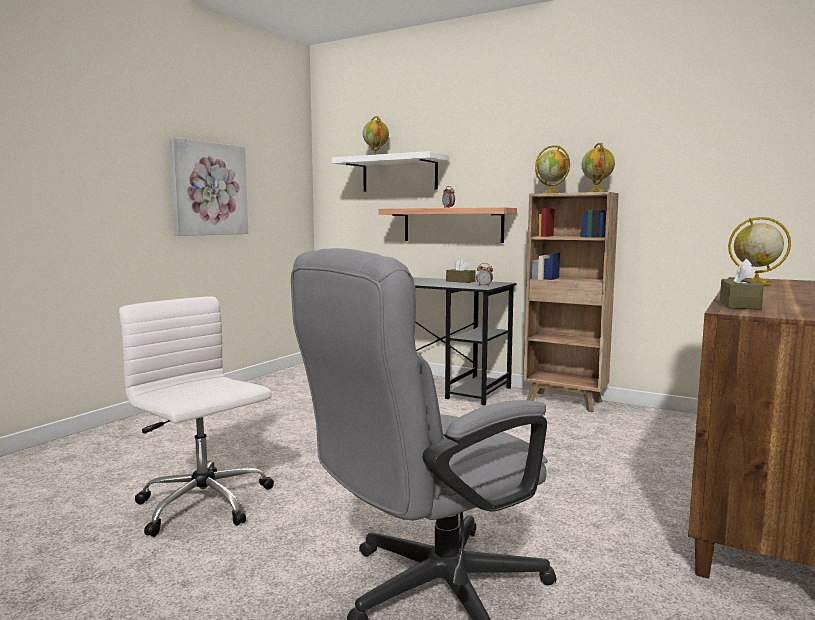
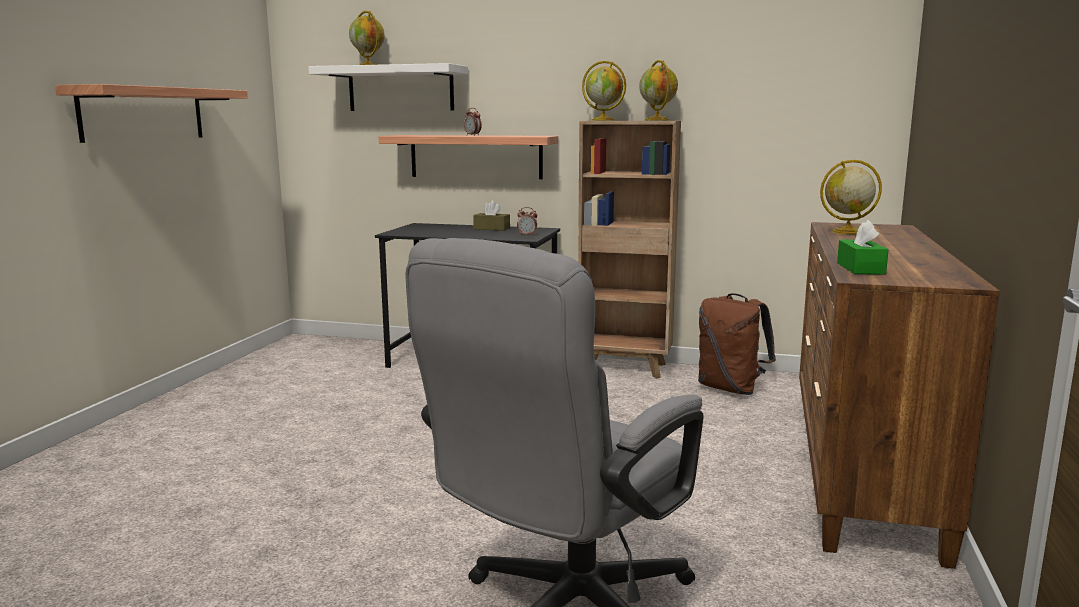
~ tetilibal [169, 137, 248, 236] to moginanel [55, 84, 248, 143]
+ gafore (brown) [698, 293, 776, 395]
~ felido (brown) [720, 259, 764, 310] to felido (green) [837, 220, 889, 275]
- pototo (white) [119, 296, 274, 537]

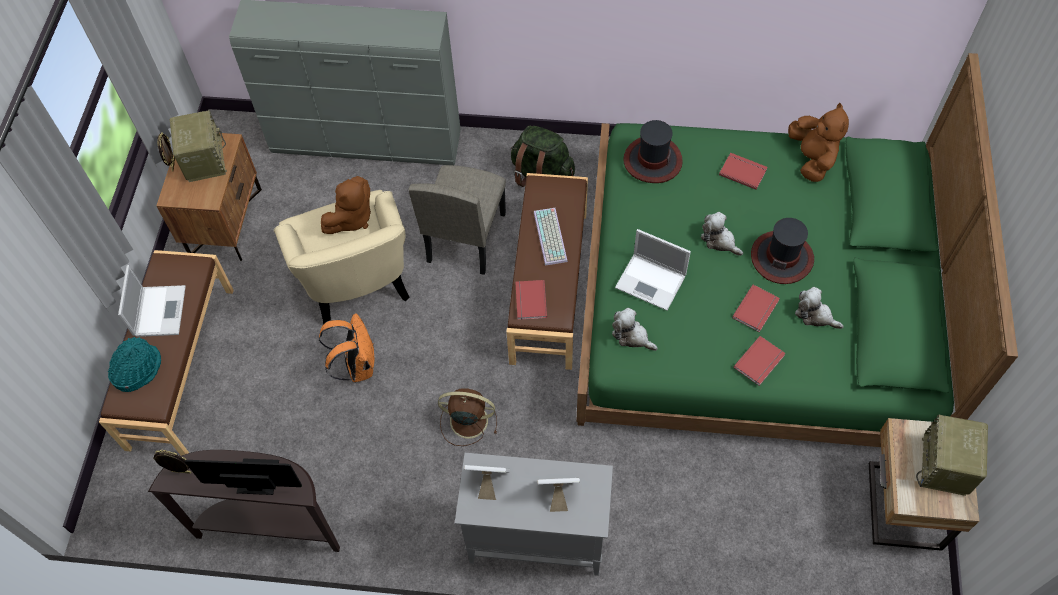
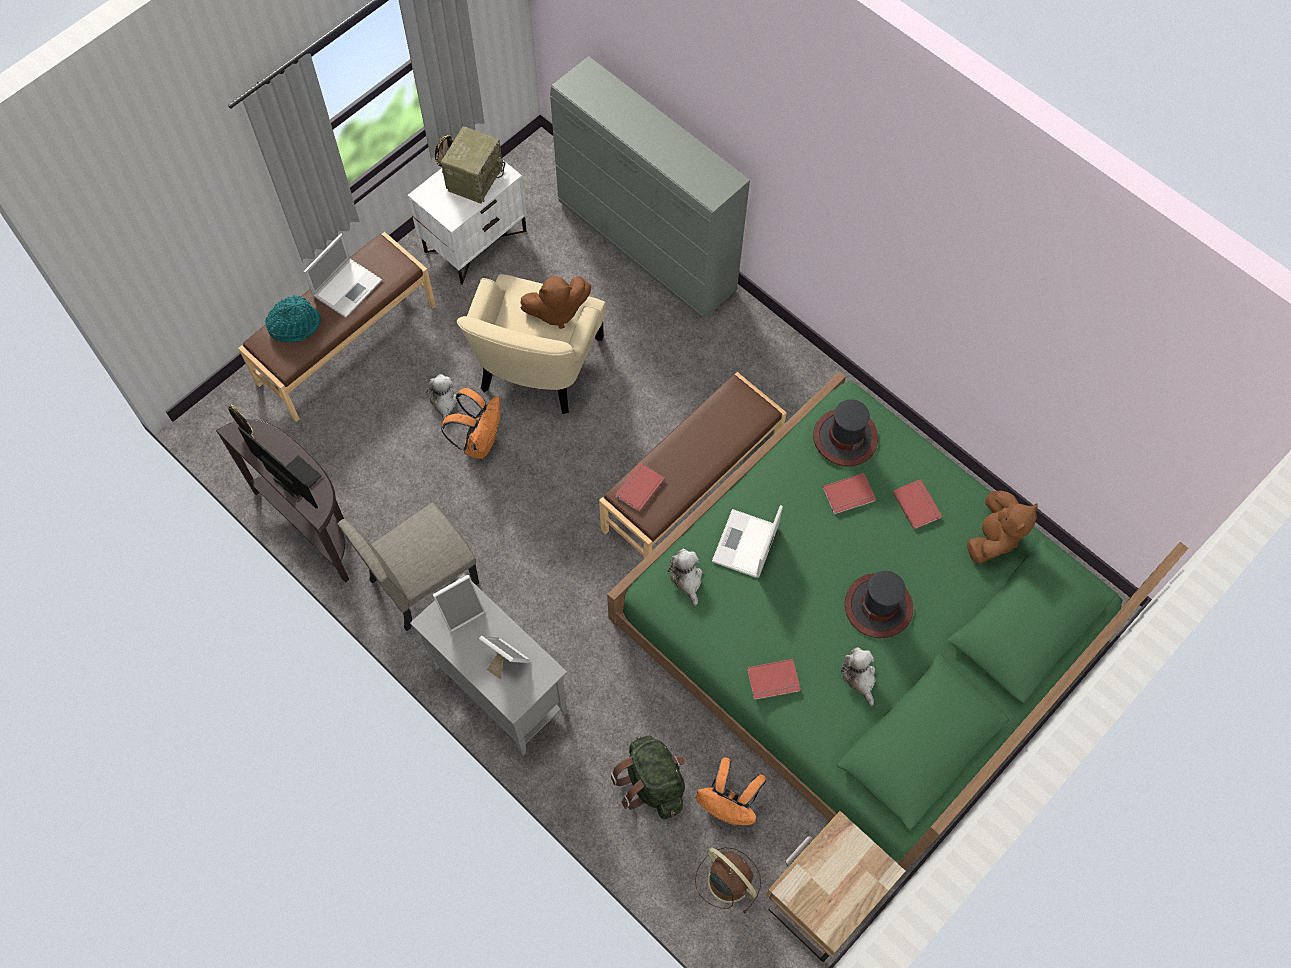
~ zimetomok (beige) [409, 165, 506, 275] to [338, 503, 479, 631]
~ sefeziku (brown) [156, 133, 262, 261] to sefeziku (white) [408, 160, 527, 285]
~ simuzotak [701, 212, 743, 256] to [426, 374, 459, 420]
~ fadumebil [464, 465, 510, 500] = [433, 575, 485, 632] 105 degrees clockwise
~ gafore (green) [511, 126, 575, 187] to [610, 736, 685, 820]
~ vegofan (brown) [438, 388, 497, 446] to [695, 847, 761, 914]
+ gafore (orange) [696, 757, 767, 826]
~ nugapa [615, 229, 691, 311] = [712, 505, 783, 578] 45 degrees clockwise
~ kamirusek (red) [732, 285, 780, 332] to [823, 473, 876, 515]
- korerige [534, 208, 568, 266]
- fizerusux [916, 414, 988, 496]

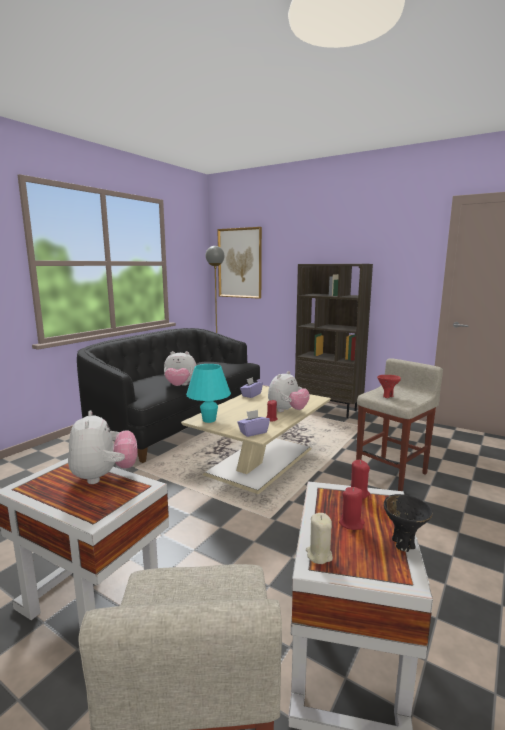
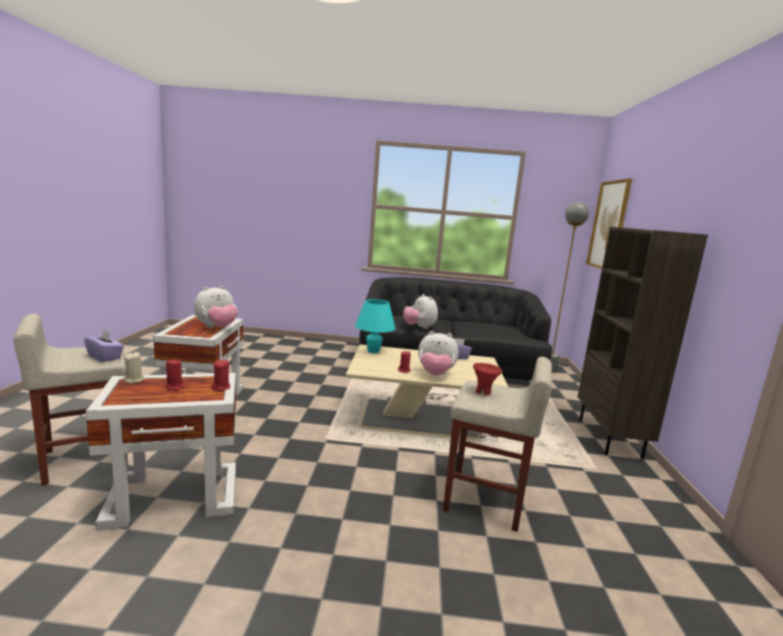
~ felido (purple) [237, 410, 270, 437] to [84, 330, 124, 362]
- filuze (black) [384, 494, 433, 552]

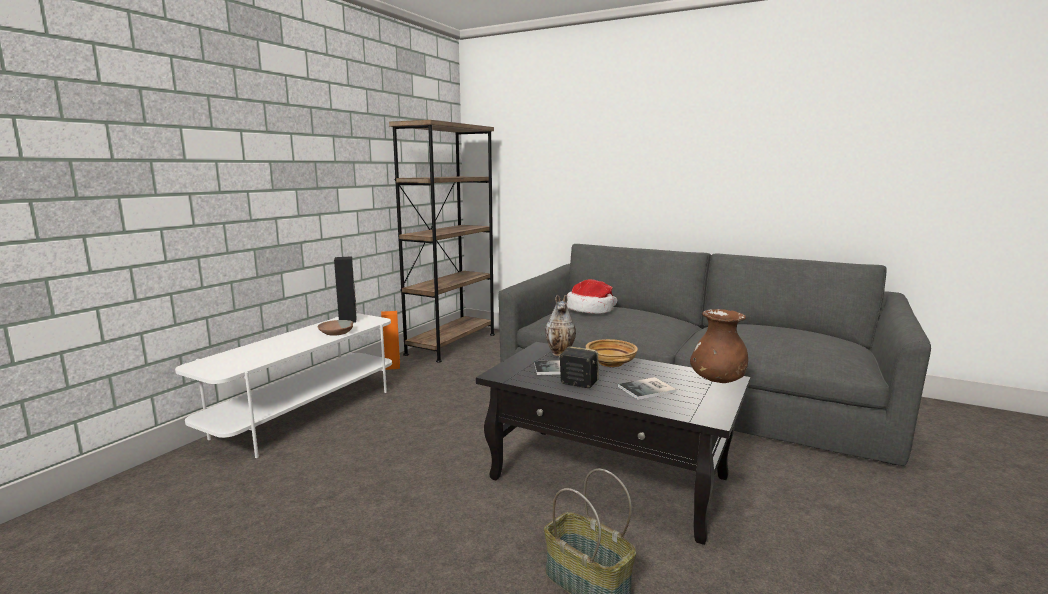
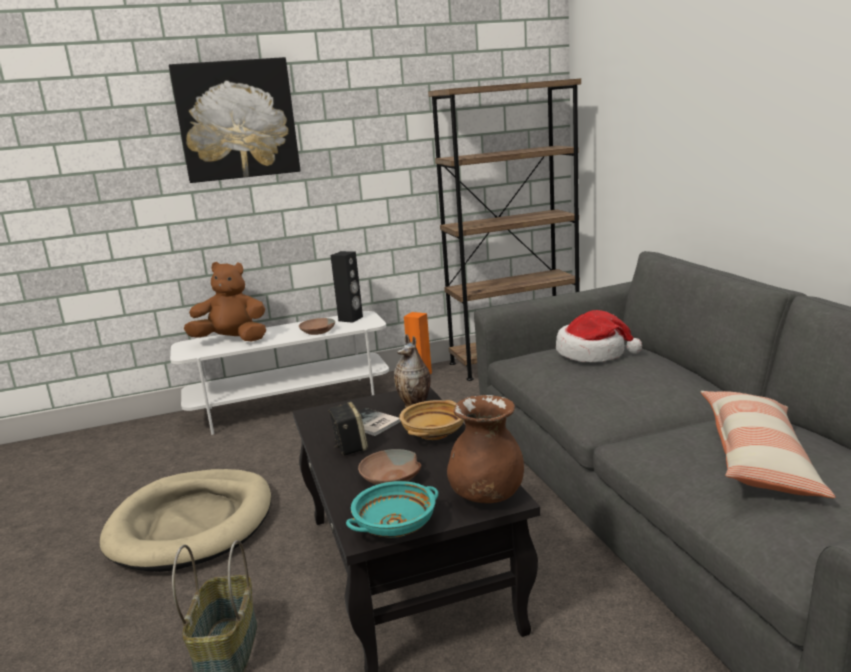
+ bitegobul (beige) [100, 469, 271, 572]
+ tetilibal [169, 57, 301, 183]
+ simuzotak (brown) [184, 262, 266, 341]
+ filuze (turquoise) [346, 481, 439, 538]
~ kamirusek [618, 377, 677, 400] to filuze (brown) [358, 449, 421, 485]
+ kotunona [701, 391, 835, 498]

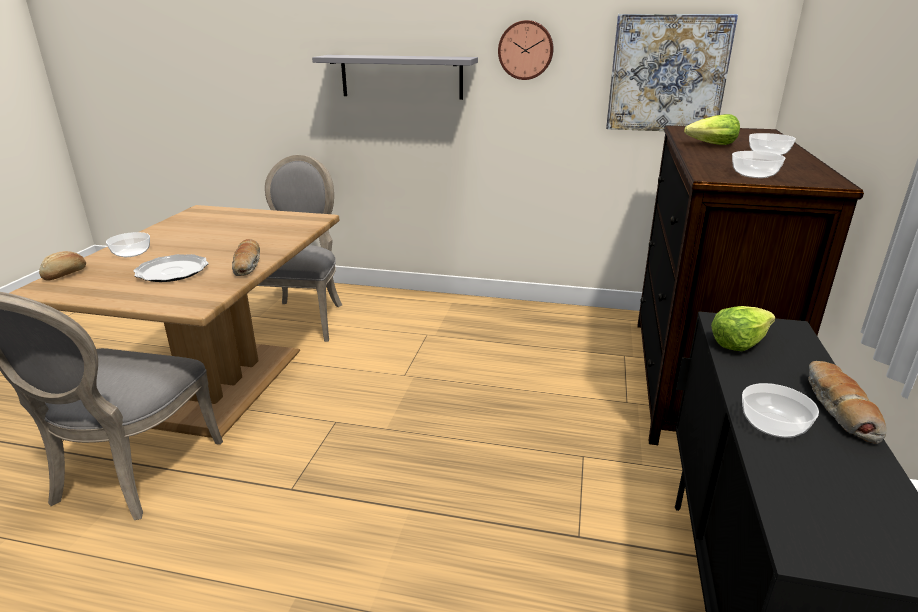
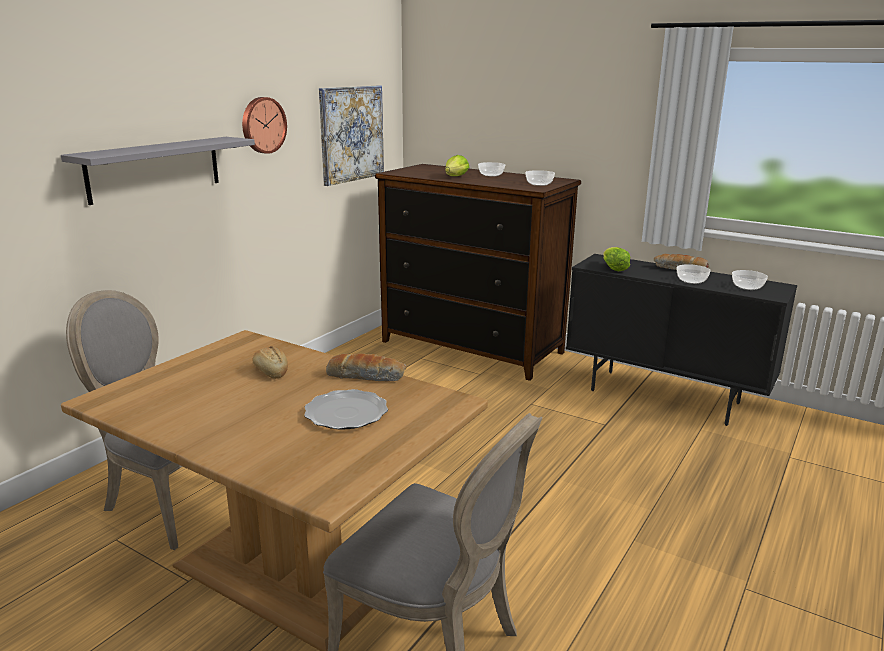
~ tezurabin [39, 251, 86, 281] to [253, 346, 288, 379]
~ filuze [106, 232, 150, 257] to [732, 270, 768, 290]

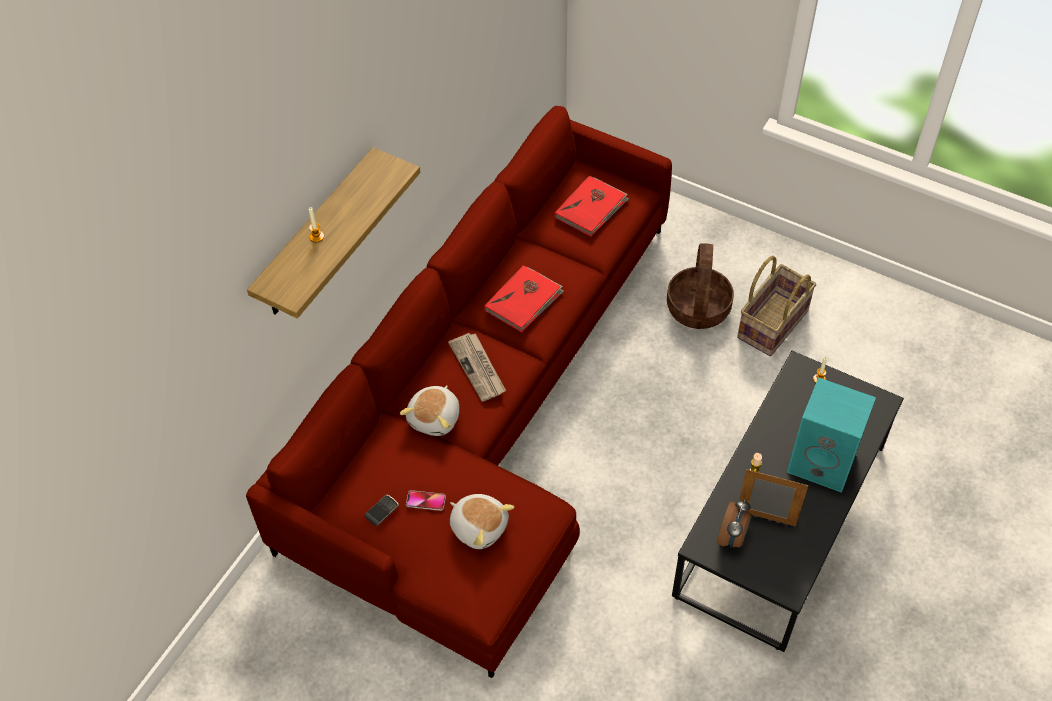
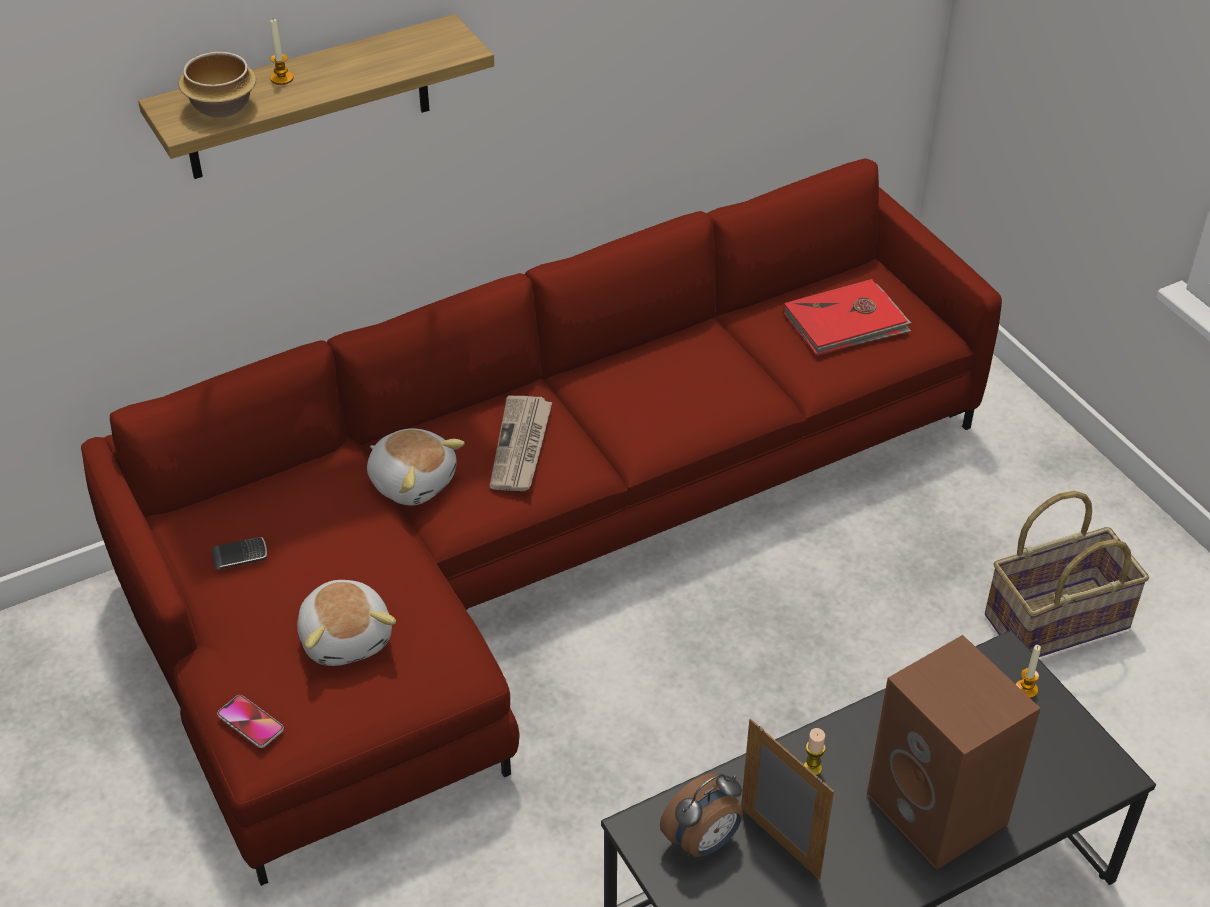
+ filuze [179, 52, 256, 118]
~ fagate [406, 490, 446, 511] to [217, 695, 284, 748]
~ simuzotak [400, 385, 459, 436] = [367, 428, 465, 506] 105 degrees counterclockwise
~ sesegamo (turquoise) [787, 377, 876, 493] to sesegamo (brown) [867, 635, 1041, 870]
- kamirusek (red) [484, 265, 564, 333]
- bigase [667, 243, 734, 329]

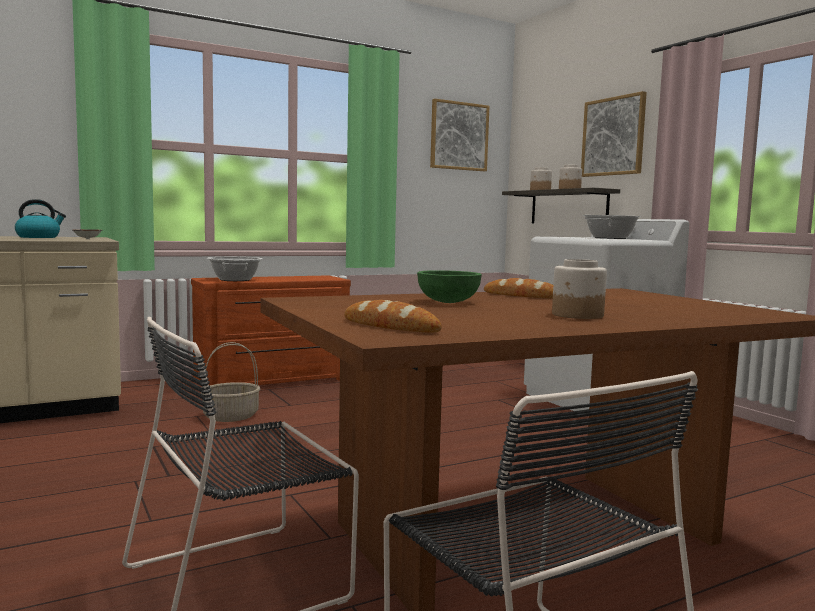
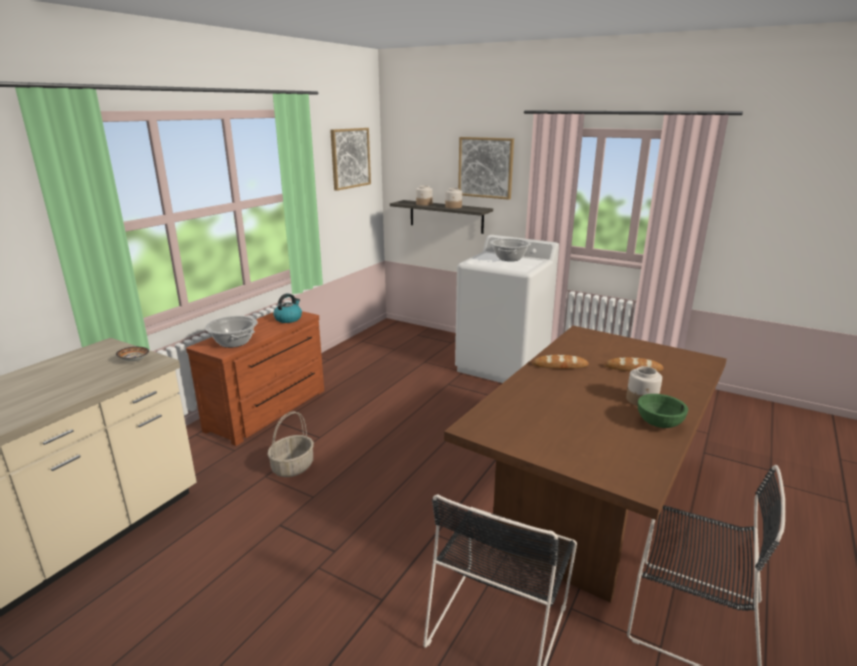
~ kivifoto [15, 199, 66, 238] to [273, 293, 302, 323]
~ tezurabin [344, 300, 442, 333] to [604, 357, 663, 372]
~ filuze (green) [417, 270, 482, 303] to [638, 394, 688, 428]

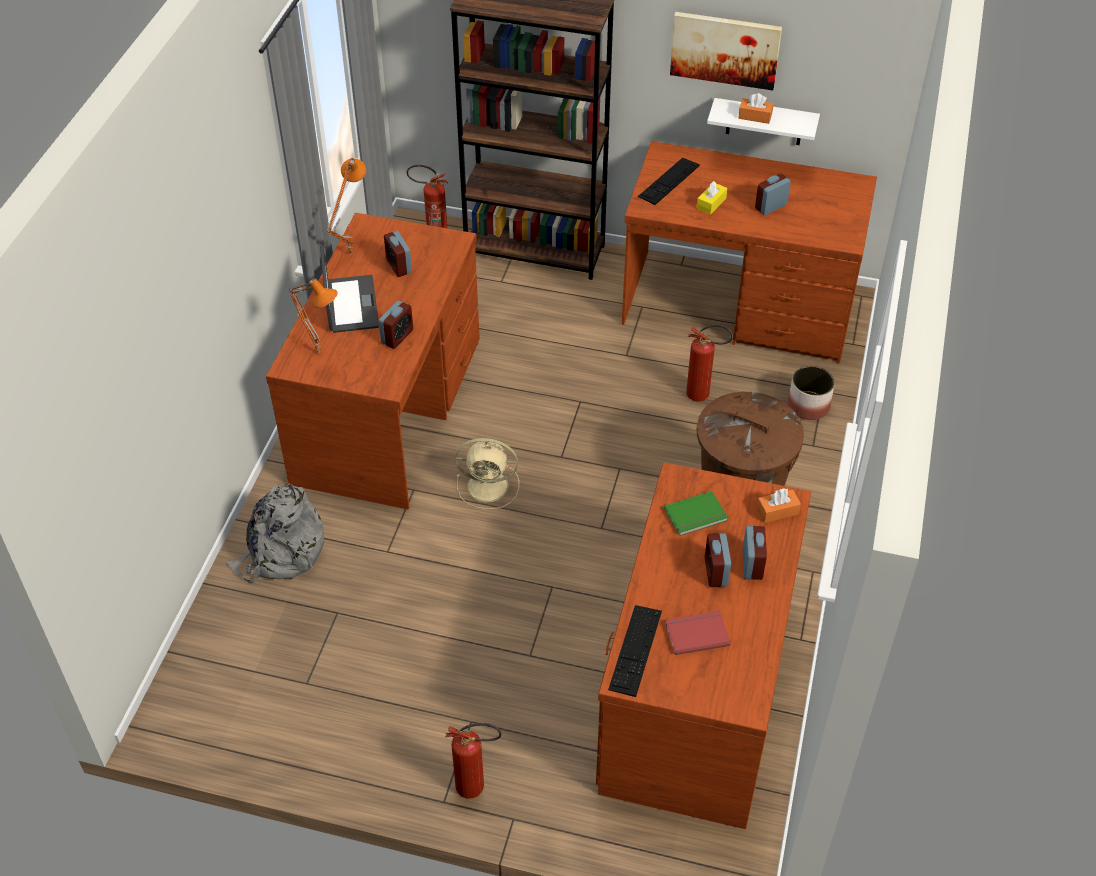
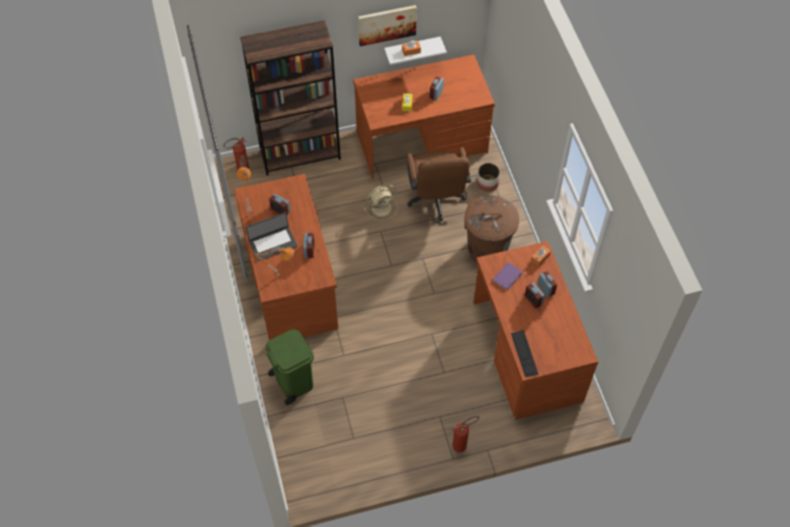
~ nugapa [320, 246, 379, 333] = [246, 212, 298, 261] 105 degrees clockwise
~ gafore (grey) [227, 484, 324, 583] to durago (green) [265, 329, 314, 405]
~ vegofan (beige) [455, 438, 519, 509] to [364, 185, 398, 221]
~ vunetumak [686, 325, 733, 402] to pototo (brown) [407, 147, 471, 221]
~ kamirusek (green) [664, 491, 728, 536] to kamirusek (purple) [493, 262, 523, 291]
- korerige [638, 158, 700, 205]
- kamirusek (red) [665, 610, 730, 655]

